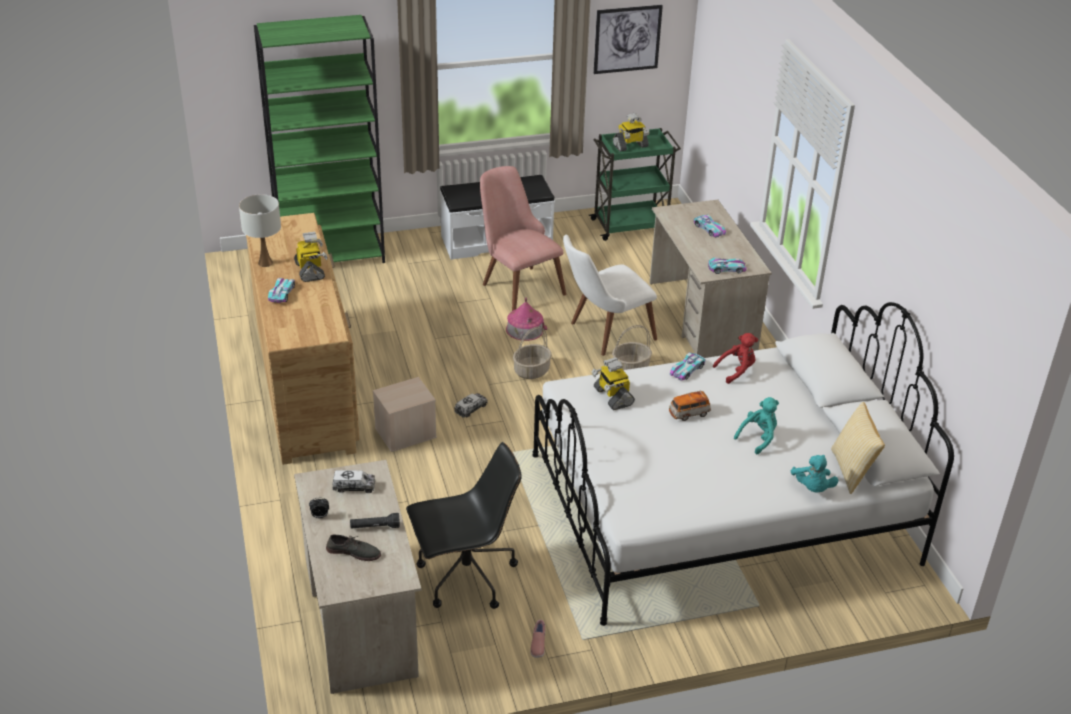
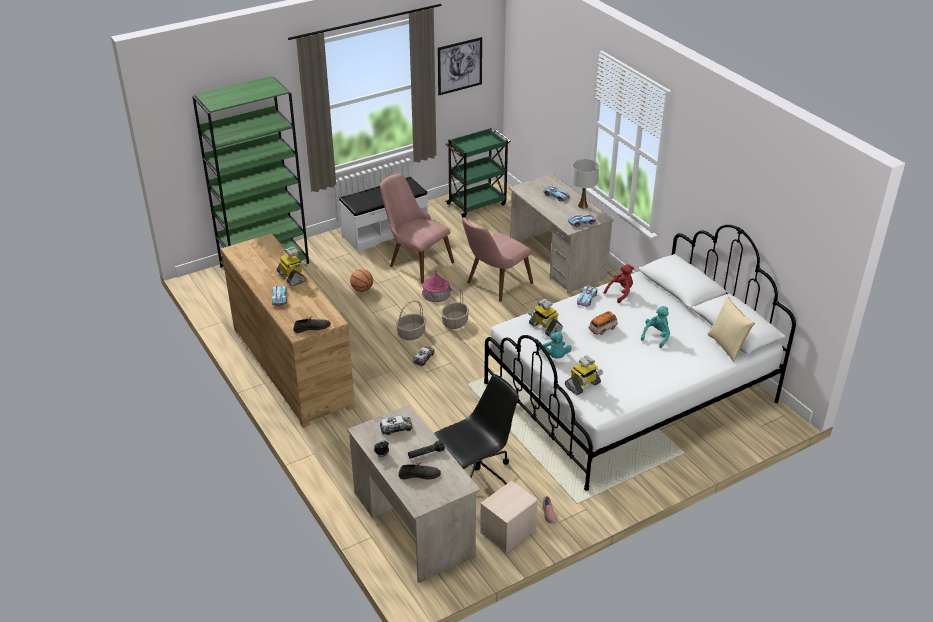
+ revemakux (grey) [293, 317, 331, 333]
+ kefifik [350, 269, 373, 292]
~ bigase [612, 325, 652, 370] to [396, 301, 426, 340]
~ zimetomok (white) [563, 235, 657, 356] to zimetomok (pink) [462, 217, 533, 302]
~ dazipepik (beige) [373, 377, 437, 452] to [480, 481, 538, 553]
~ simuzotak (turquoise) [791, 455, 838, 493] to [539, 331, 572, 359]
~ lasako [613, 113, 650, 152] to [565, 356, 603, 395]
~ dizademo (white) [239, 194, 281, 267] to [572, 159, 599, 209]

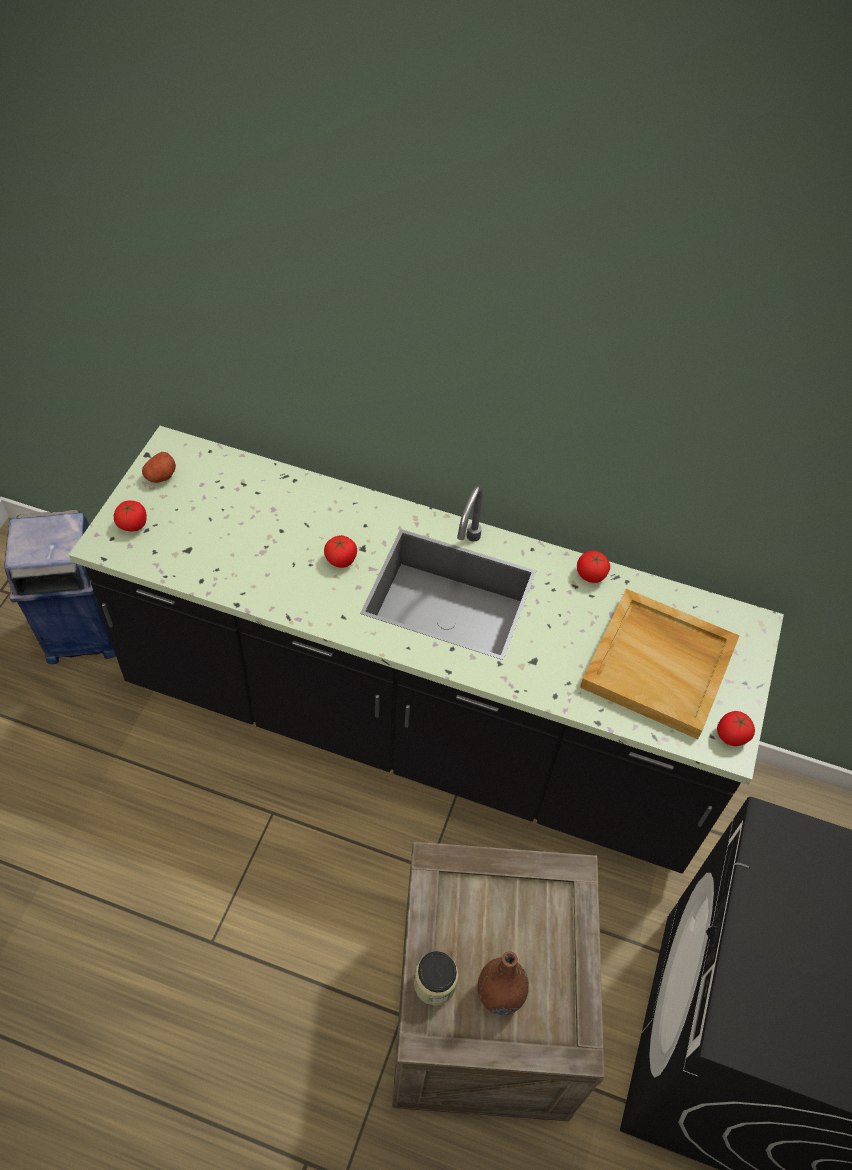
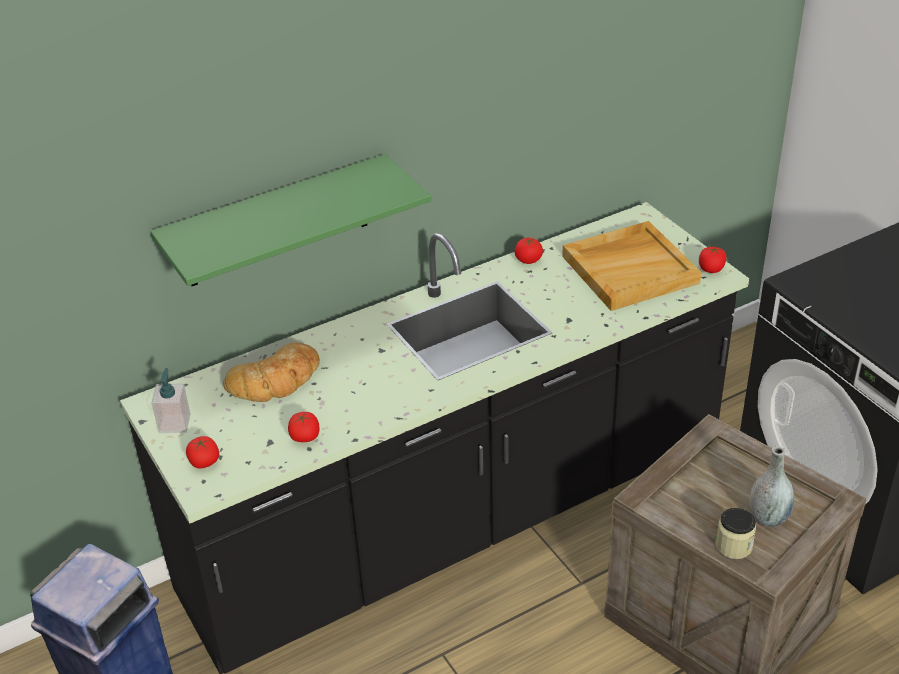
+ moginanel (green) [150, 154, 431, 286]
~ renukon [142, 452, 176, 483] to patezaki [151, 368, 190, 433]
+ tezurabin [223, 343, 320, 402]
~ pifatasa [324, 535, 357, 568] to [288, 412, 319, 442]
~ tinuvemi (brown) [477, 951, 529, 1015] to tinuvemi (grey) [749, 446, 794, 527]

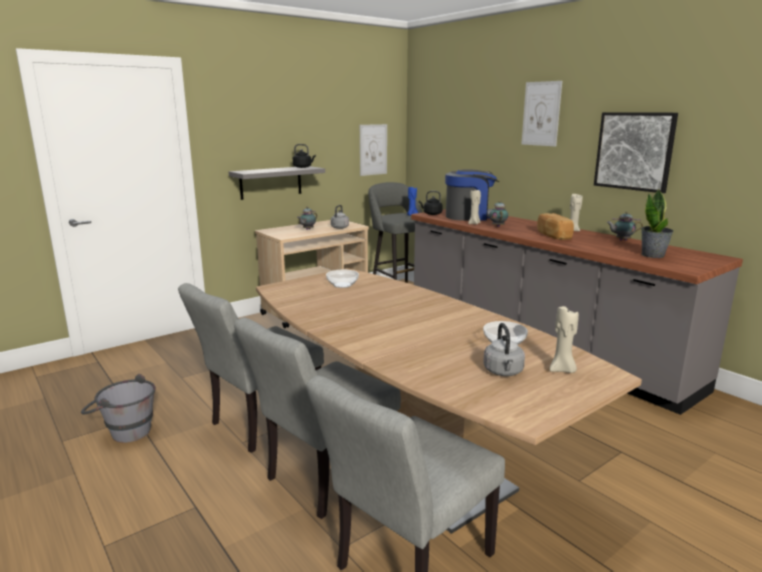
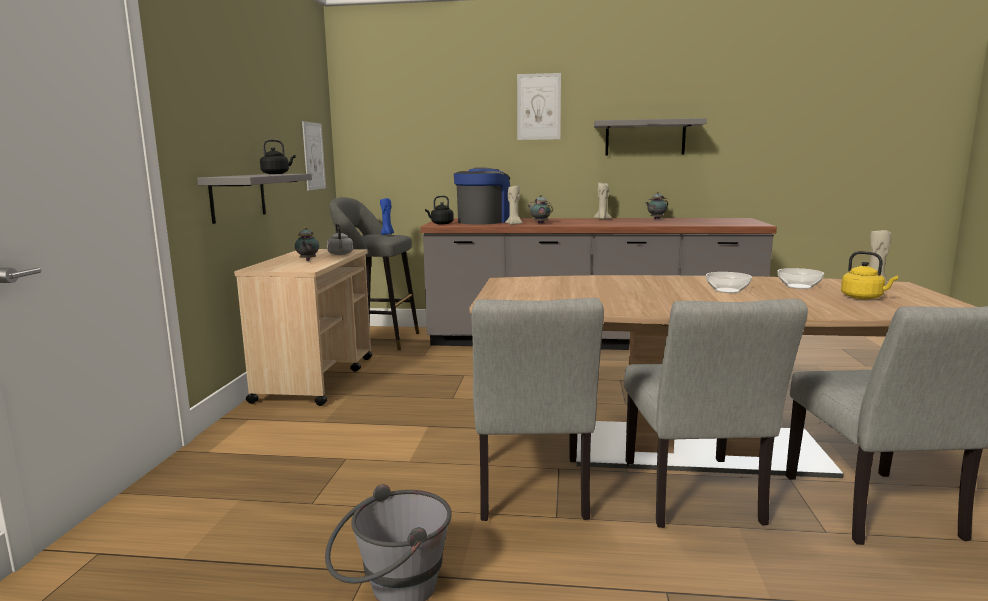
~ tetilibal [594, 112, 678, 193] to moginanel (grey) [594, 118, 707, 155]
~ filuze [326, 270, 359, 288] to [706, 272, 752, 293]
~ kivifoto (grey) [483, 323, 525, 376] to kivifoto (yellow) [841, 251, 898, 299]
- tezurabin [537, 213, 574, 240]
- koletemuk [641, 189, 674, 258]

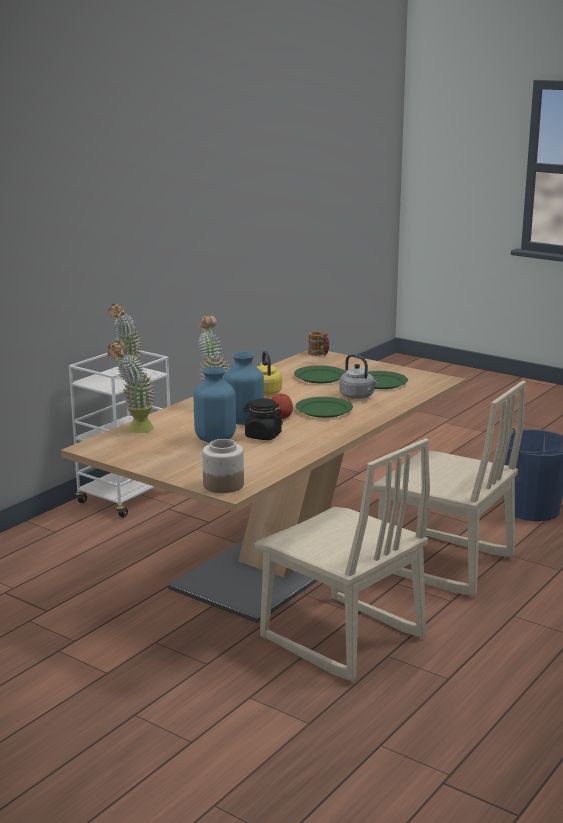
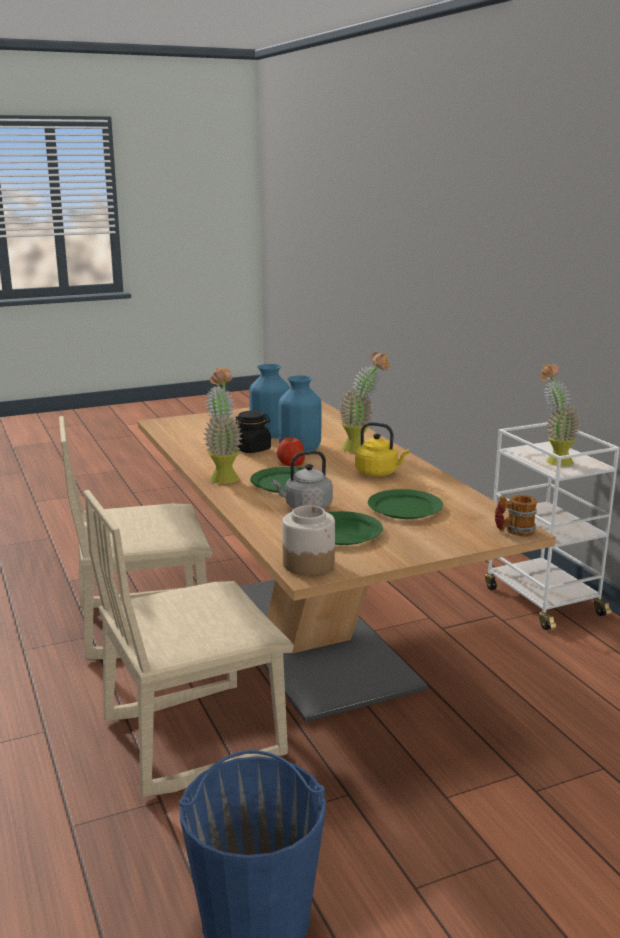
~ koletemuk [108, 341, 155, 433] to [203, 367, 243, 484]
~ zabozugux [202, 439, 244, 493] to [282, 506, 335, 575]

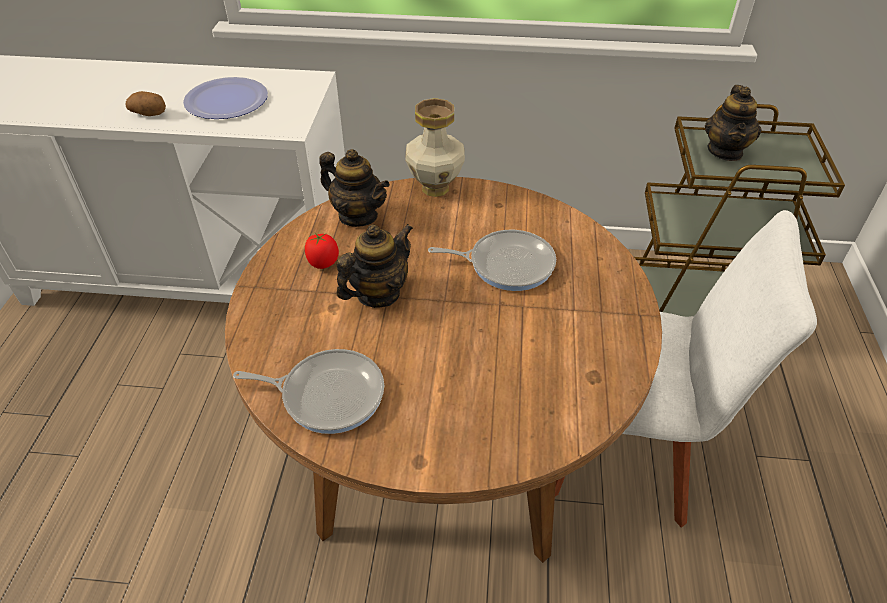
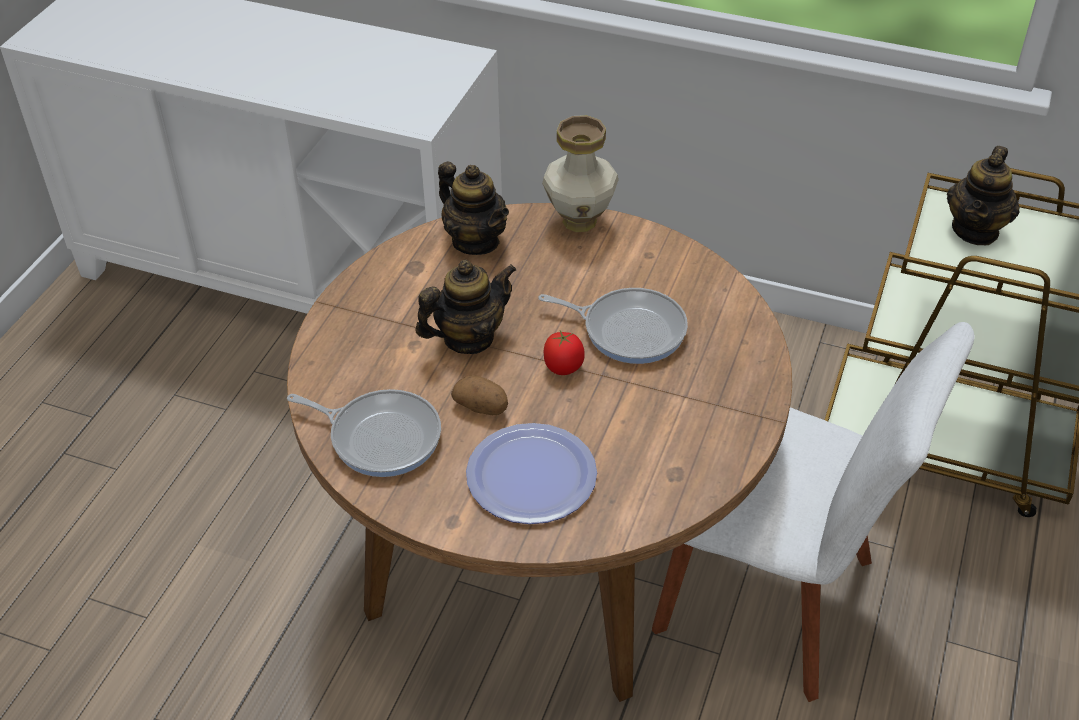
~ renukon [126, 91, 166, 116] to [451, 375, 508, 415]
~ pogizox [183, 77, 268, 119] to [466, 423, 597, 524]
~ pifatasa [305, 233, 339, 269] to [544, 331, 585, 375]

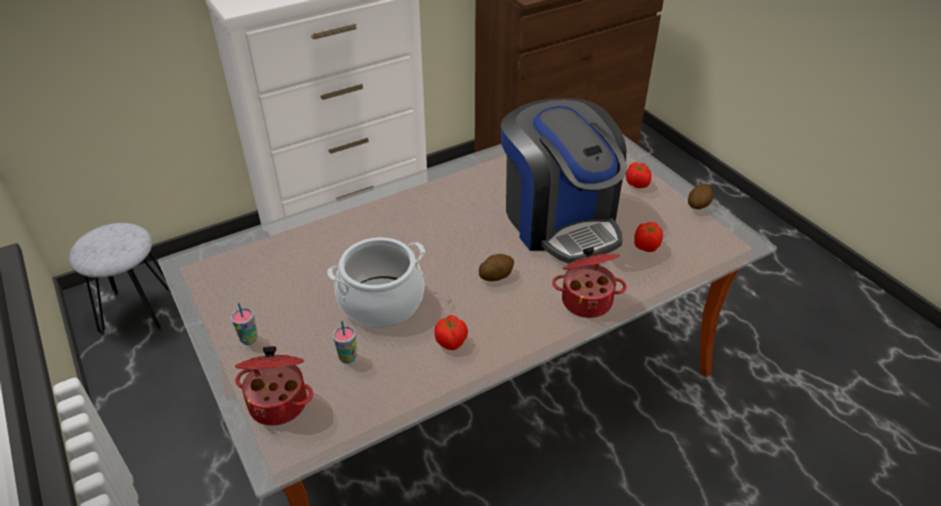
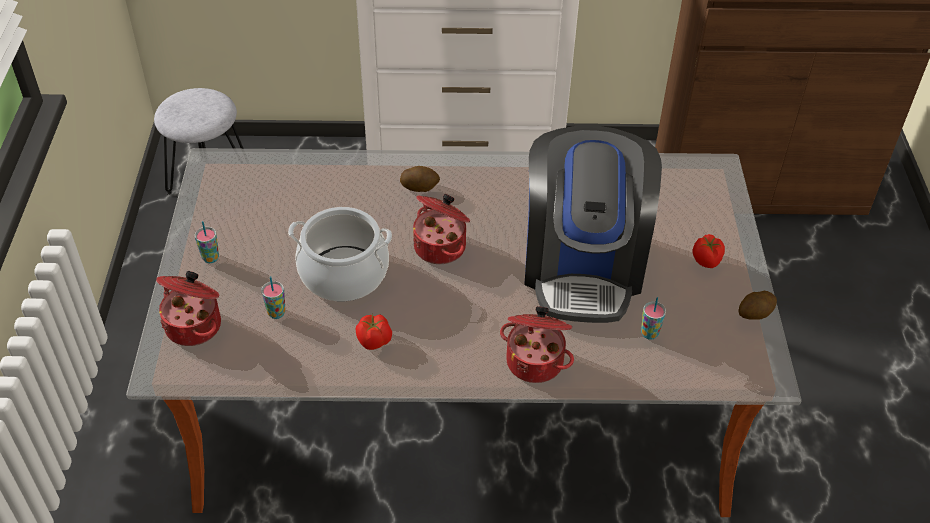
~ renukon [479, 254, 514, 281] to [400, 166, 440, 192]
+ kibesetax [413, 194, 470, 264]
~ pifatasa [634, 222, 663, 252] to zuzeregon [641, 297, 666, 340]

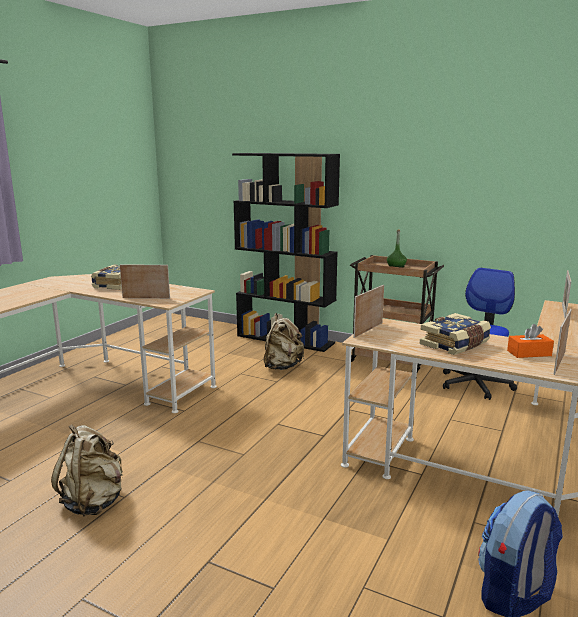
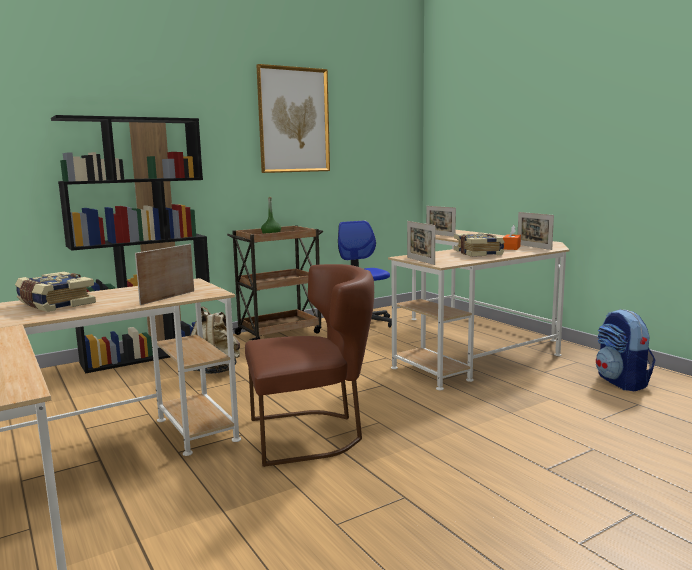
+ zimetomok (brown) [245, 264, 374, 467]
+ tetilibal [256, 64, 330, 173]
- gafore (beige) [51, 424, 122, 516]

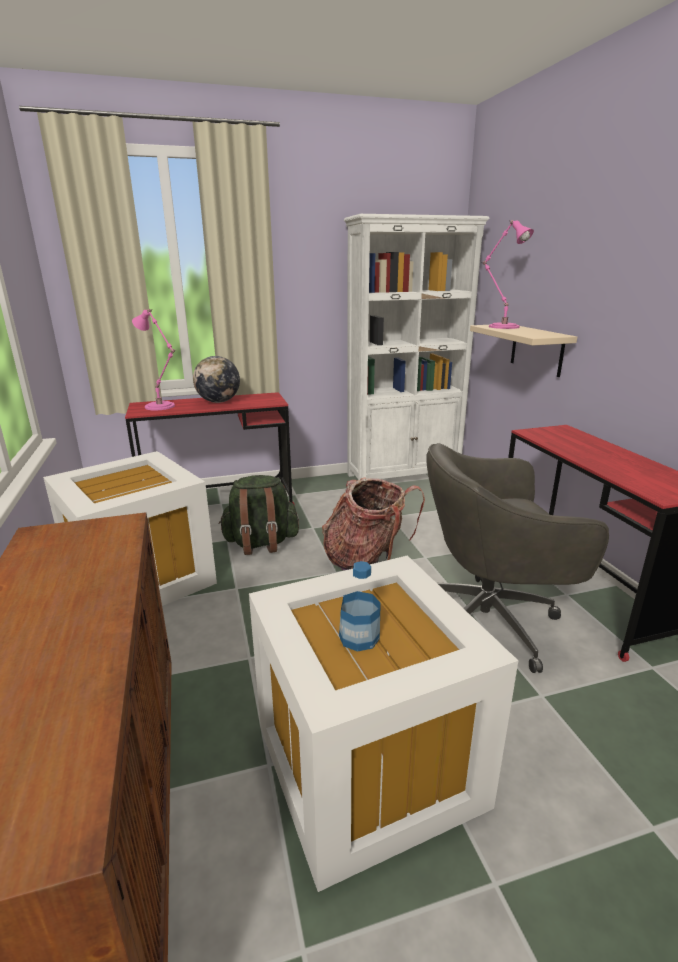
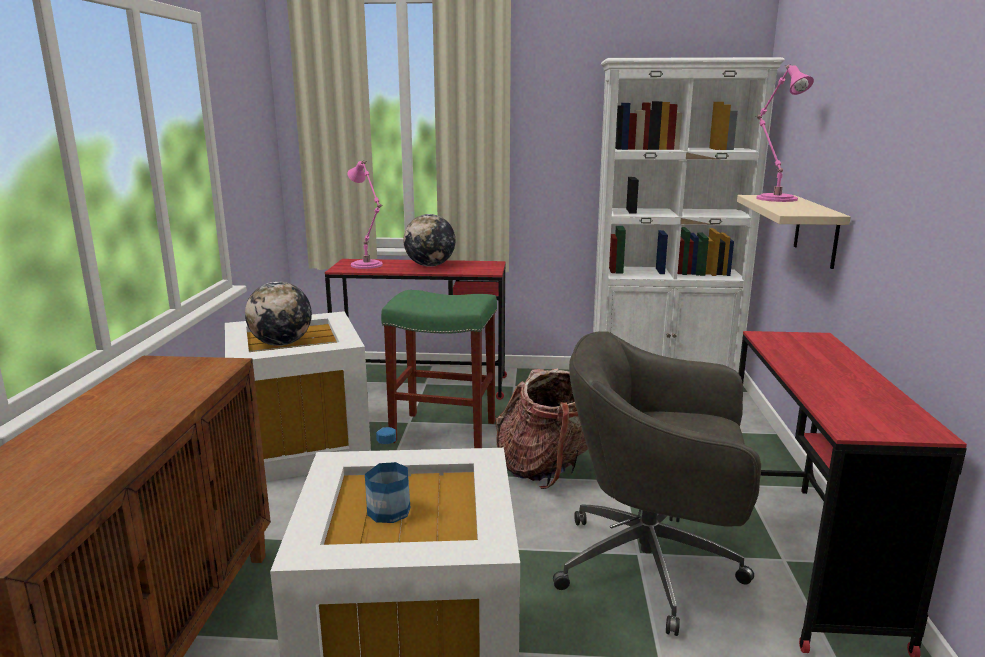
+ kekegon [245, 281, 312, 346]
~ gafore (green) [219, 475, 299, 555] to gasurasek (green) [381, 290, 497, 448]

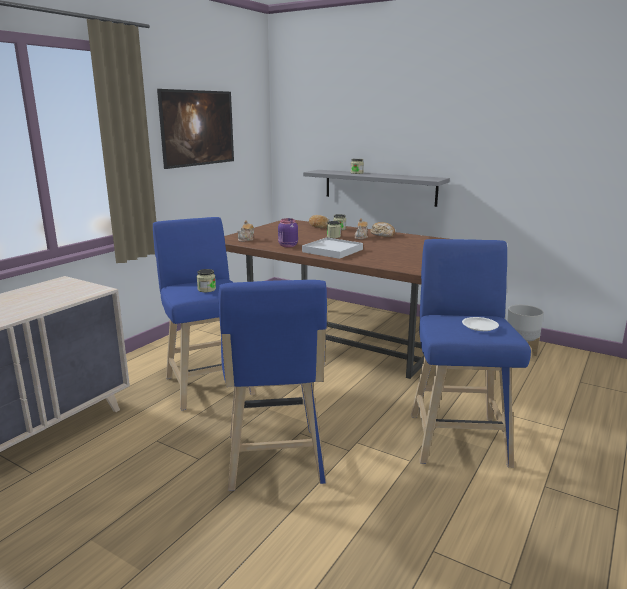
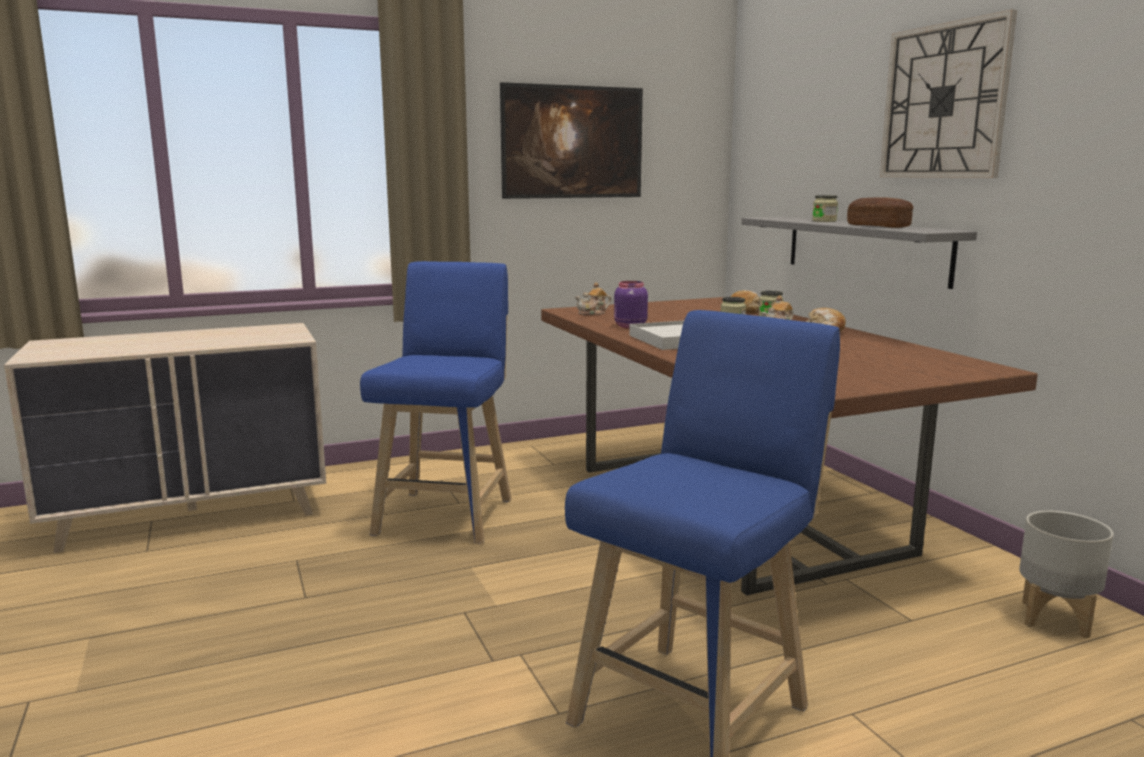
+ tezurabin [847, 197, 914, 228]
+ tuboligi [880, 10, 1017, 178]
- zabozugux [197, 269, 216, 292]
- gasurasek (blue) [219, 280, 327, 491]
- pogizox (white) [462, 317, 499, 331]

